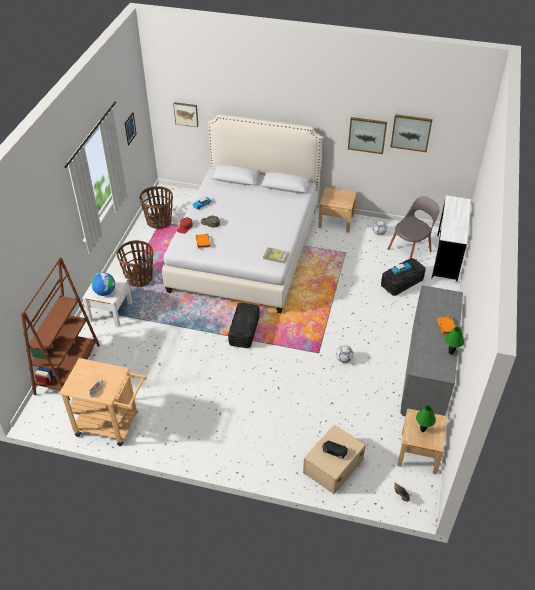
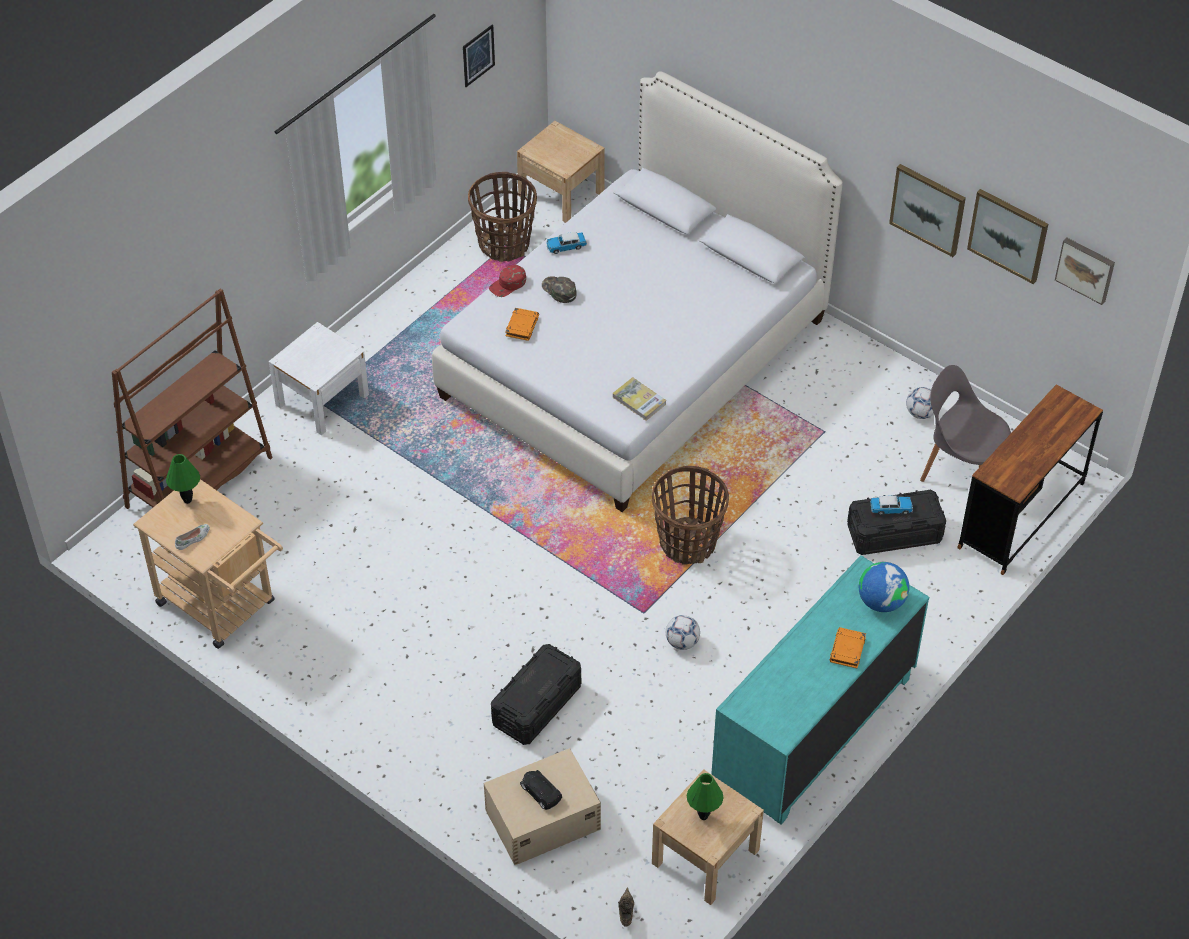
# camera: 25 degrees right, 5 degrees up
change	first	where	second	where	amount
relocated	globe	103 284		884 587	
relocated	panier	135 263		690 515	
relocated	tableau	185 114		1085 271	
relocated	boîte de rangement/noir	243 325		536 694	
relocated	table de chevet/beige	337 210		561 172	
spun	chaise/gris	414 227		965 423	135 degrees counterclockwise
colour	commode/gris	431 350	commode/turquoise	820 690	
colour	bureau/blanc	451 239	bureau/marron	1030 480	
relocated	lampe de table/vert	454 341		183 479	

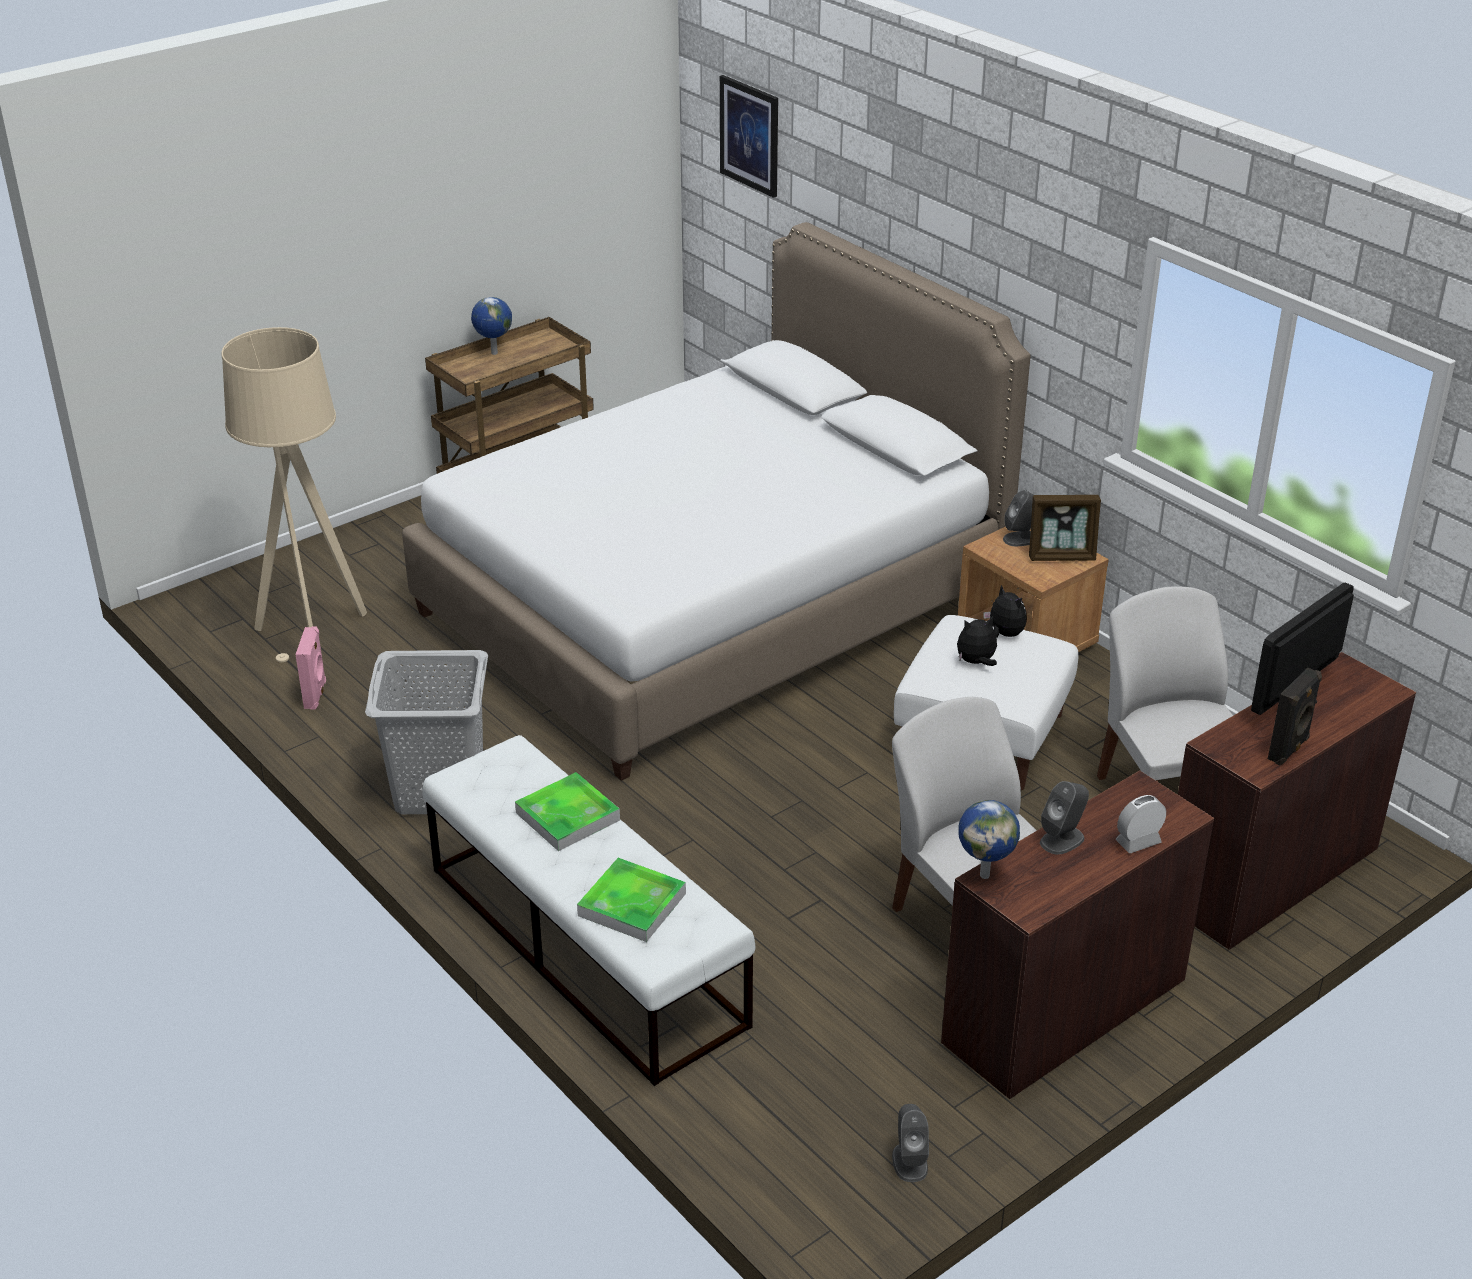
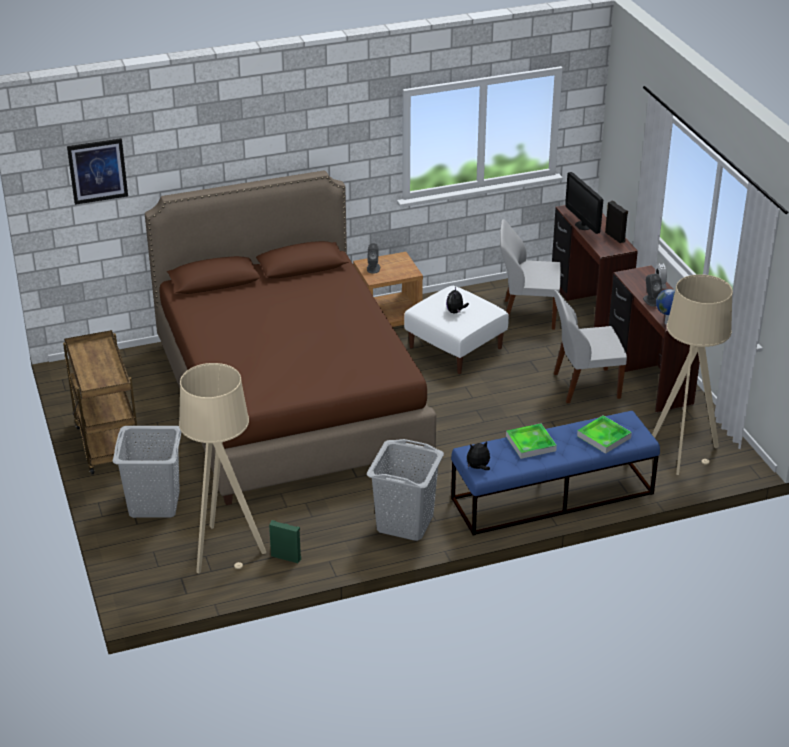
# camera: 70 degrees left, 0 degrees up
change	first	where	second	where	amount
colour	enceinte/rose	310 668	enceinte/vert	285 541	
colour	lit/blanc	716 501	lit/marron	290 337	
colour	banc/blanc	589 910	banc/bleu	555 473	
missing	globe	491 326			
missing	enceinte/gris	910 1143			
relocated	peluche	1005 611		478 455	
missing	cadre photo	1065 528			
appeared			panier à linge/gris	147 472	
appeared			lampadaire/beige	692 374	

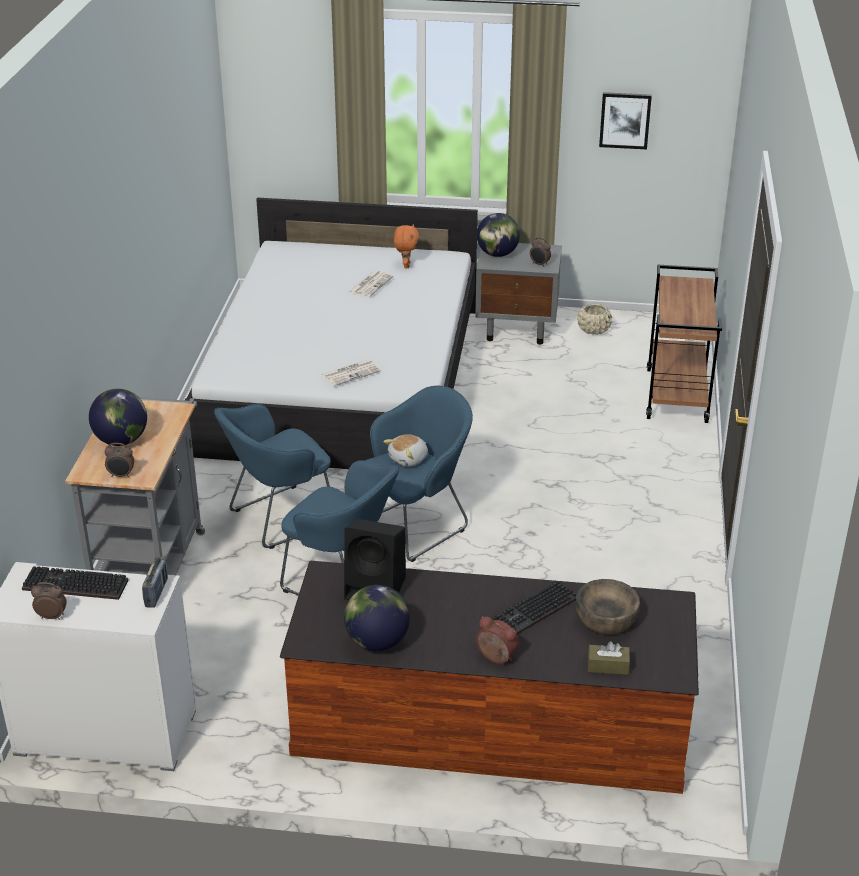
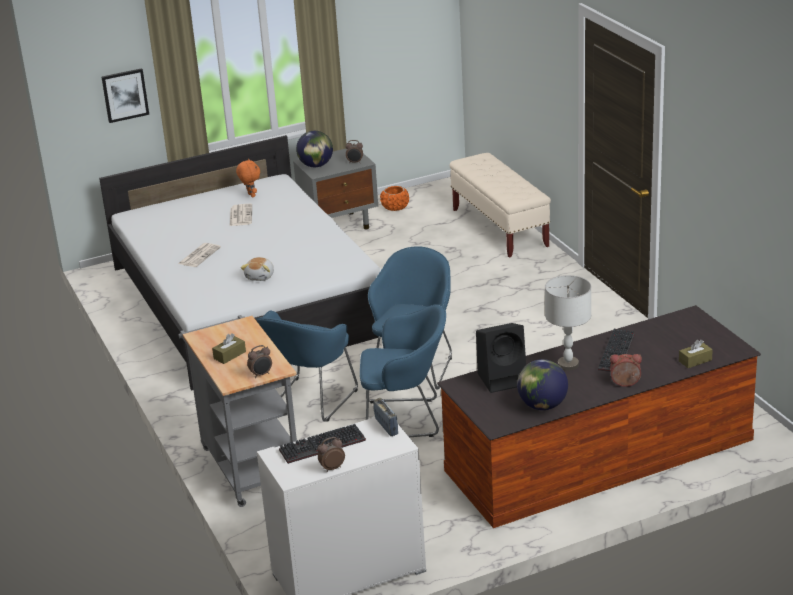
# camera: 30 degrees left, 5 degrees down
change	first	where	second	where	amount
exchanged	globe	118 417	boîte à mouchoirs/marron	229 348	
relocated	journal	351 372		199 255	
relocated	peluche	405 450		257 269	
missing	bol/marron	608 607			
colour	cache-pot/beige	594 319	cache-pot/orange	394 198	
relocated	tableau	625 120		125 95	
exchanged	chariot/marron	684 344	banc/beige	500 205	
appeared			lampe de table/gris	568 323	

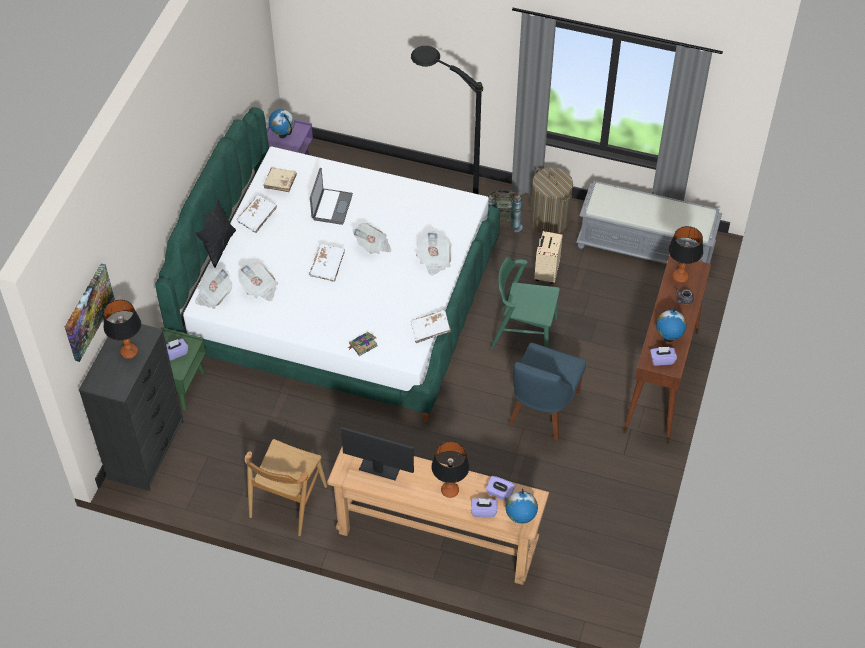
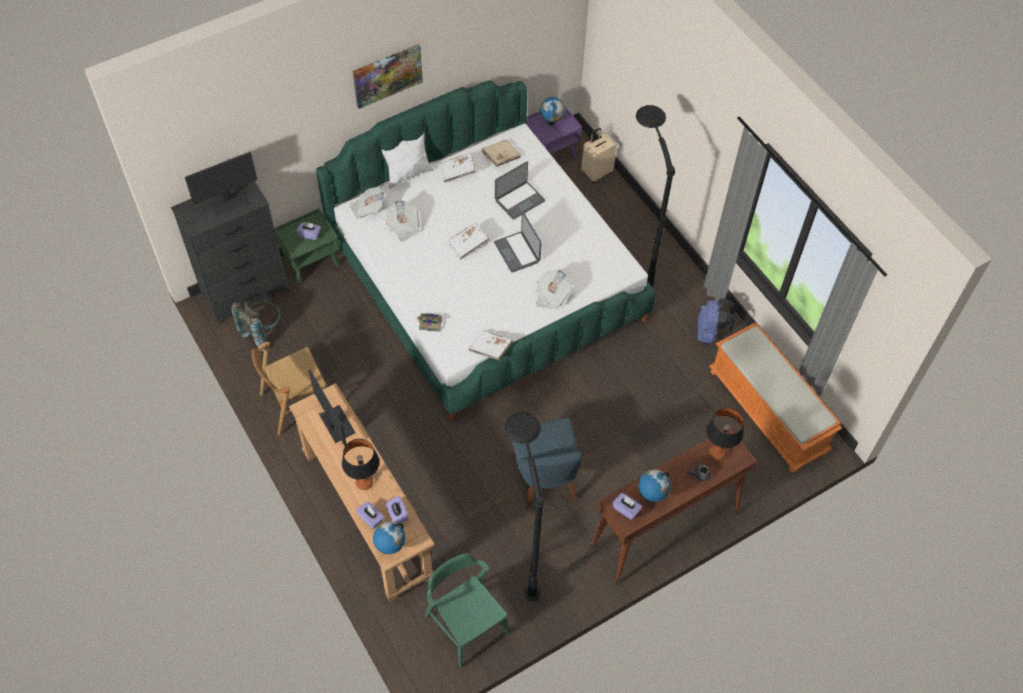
# camera: 40 degrees right, 5 degrees up
change	first	where	second	where	amount
relocated	tableau	90 312		388 76	
exchanged	lampe de table	122 329	écran d'ordinateur	221 185	
colour	coussin/noir	215 233	coussin/blanc	407 161	
exchanged	journal	372 238	ordinateur portable	518 242	
relocated	sac à dos/gris	505 211		256 326	
relocated	chaise/vert	525 303		467 610	
spun	chaise/bleu	547 391		547 463	75 degrees counterclockwise
exchanged	panier à linge	551 200	sac à dos/bleu	716 320	
relocated	valise/beige	548 256		599 155	
colour	banc/gris	649 222	banc/orange	775 398	
appeared			lampadaire/noir	525 506	

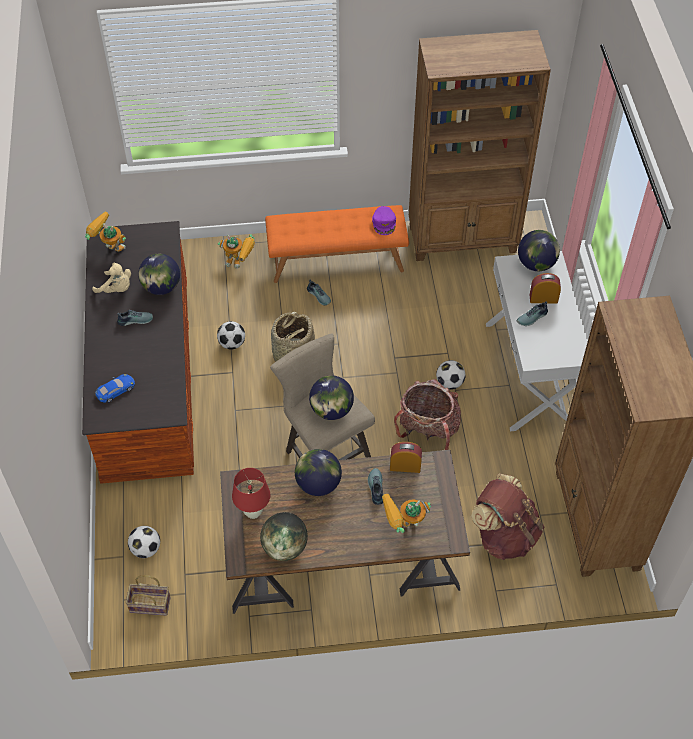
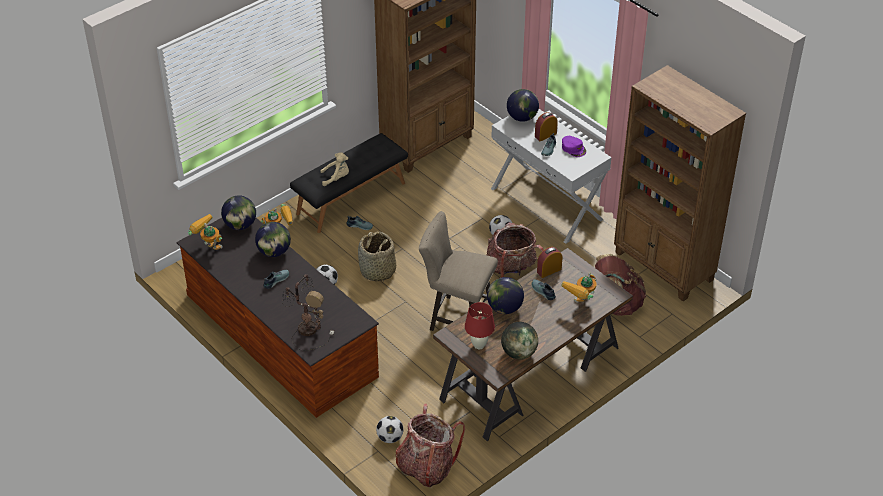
# camera: 35 degrees left, 10 degrees down
change	first	where	second	where	amount
spun	robot jouet	105 232		205 232	45 degrees clockwise
relocated	peluche/beige	111 277		334 169	
exchanged	petite voiture/bleu	115 388	lampe de table	308 312	
exchanged	panier	148 595	sac à dos	430 445	
colour	banc/orange	337 244	banc/noir	349 183	
relocated	globe	331 397		238 212	
relocated	casquette/violet	384 220		574 146	

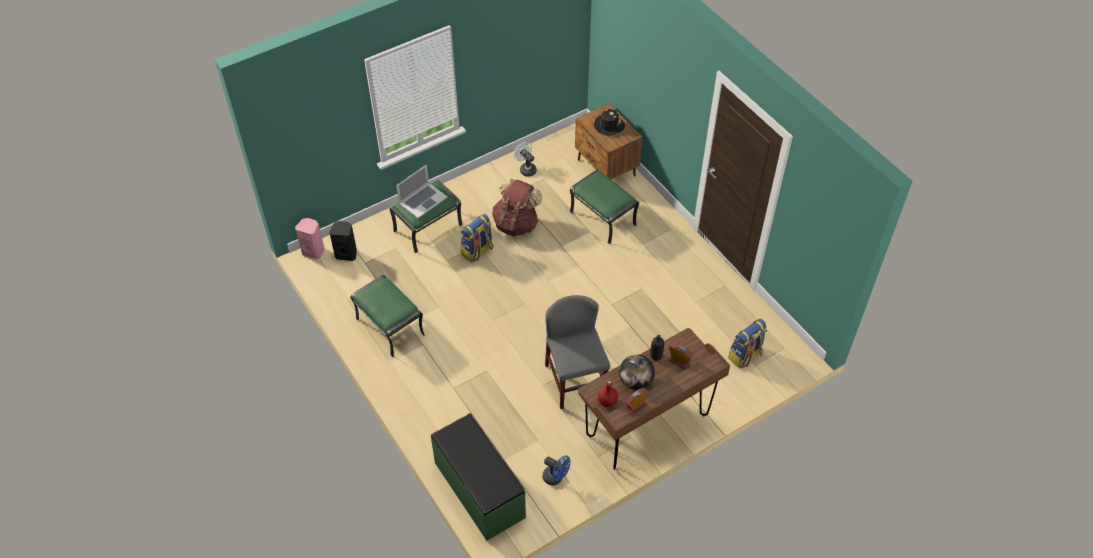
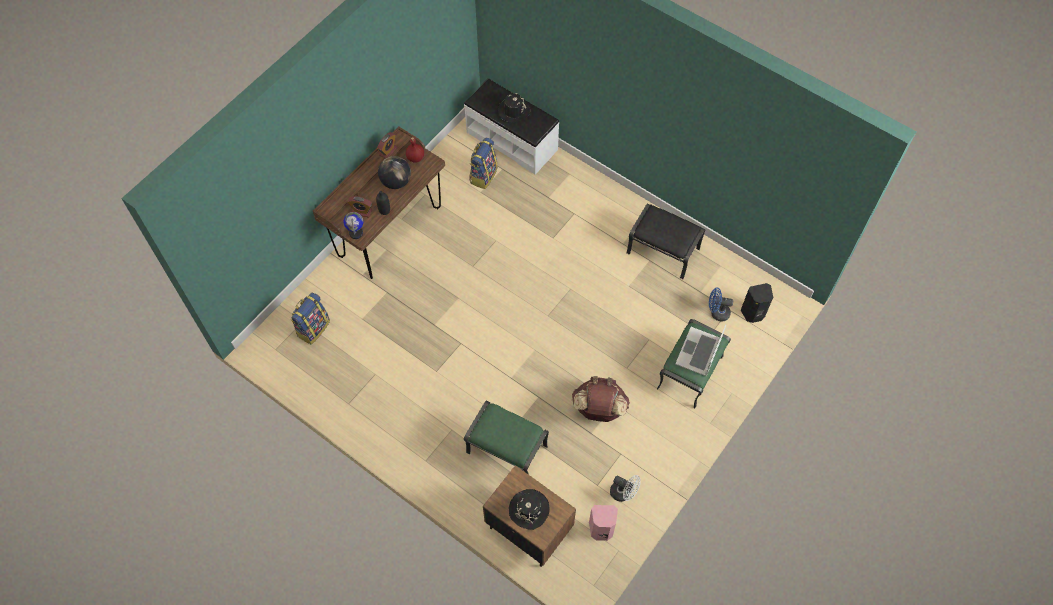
# camera: 160 degrees right, 10 degrees up
change	first	where	second	where	amount
relocated	enceinte/rose	310 238		603 523	
colour	pouf/vert	387 316	pouf/noir	666 241	
colour	banc/vert	478 477	banc/blanc	511 126	
relocated	sac à dos	477 238		483 163	
relocated	ventilateur/bleu	556 470		721 304	
missing	chaise/gris	577 352			
appeared			globe	353 225	
appeared			chapeau/noir	514 108	

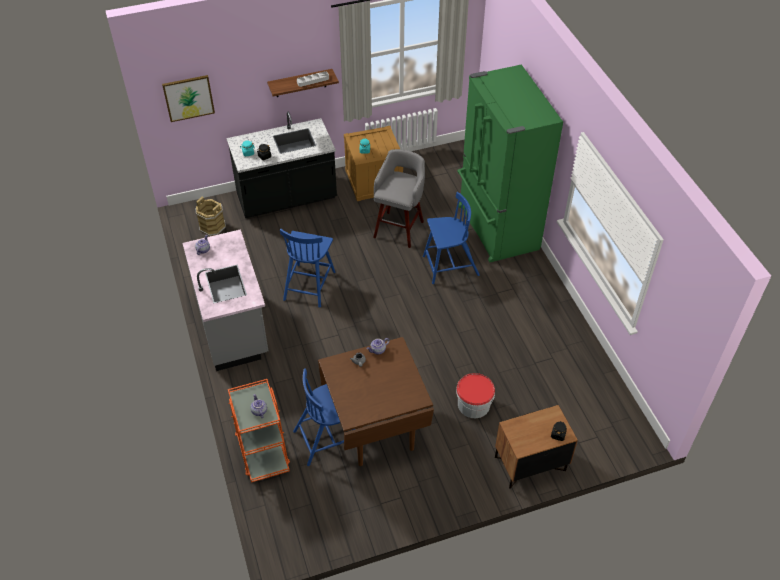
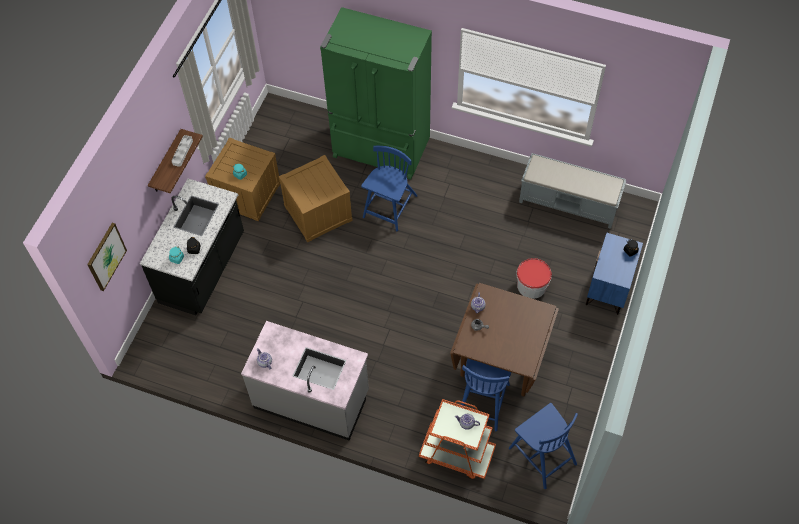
# camera: 50 degrees left, 10 degrees up
change	first	where	second	where	amount
missing	seau/marron	210 216			
relocated	chaise/bleu	307 268		543 446	
exchanged	tabouret/gris	399 198	caisse	316 199	
colour	table de chevet/marron	536 446	table de chevet/bleu	614 274	
appeared			banc/gris	572 191	

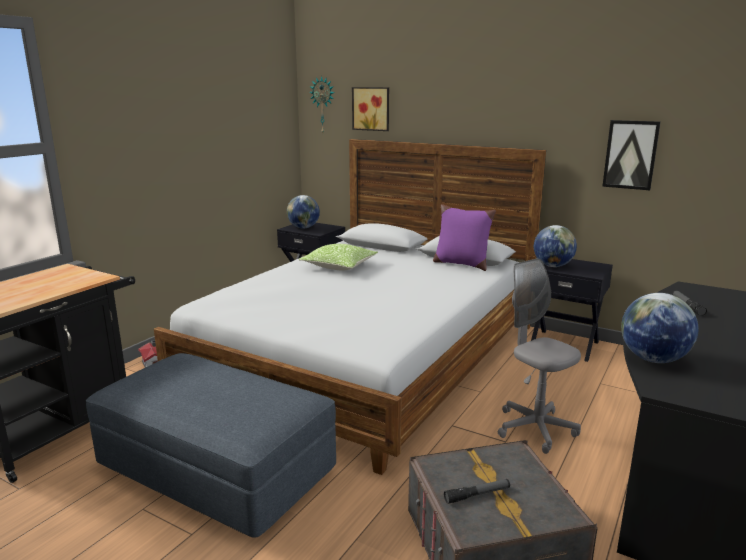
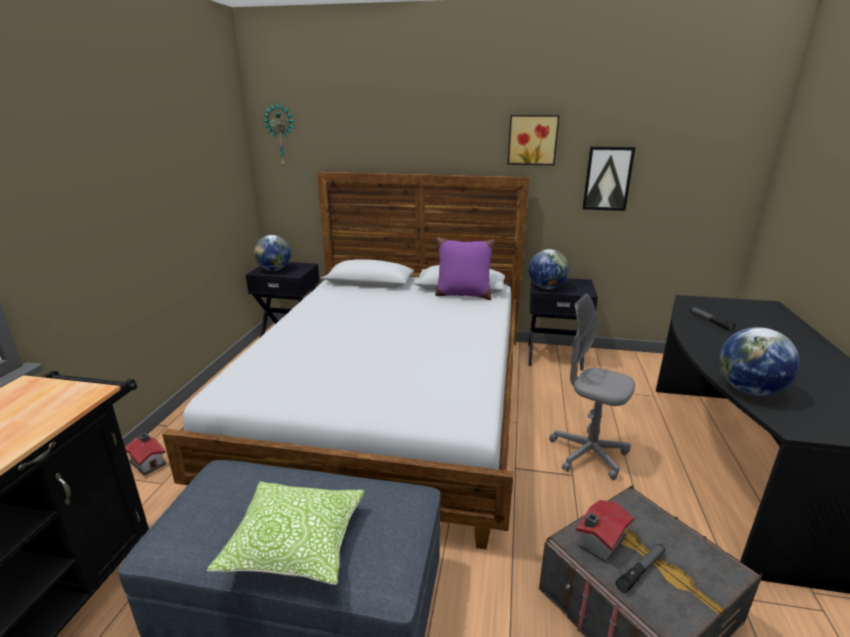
# camera: 20 degrees left, 5 degrees up
change	first	where	second	where	amount
relocated	coussin	338 257		285 533	
relocated	tableau	370 109		533 140	
appeared			maison miniature	605 531	

